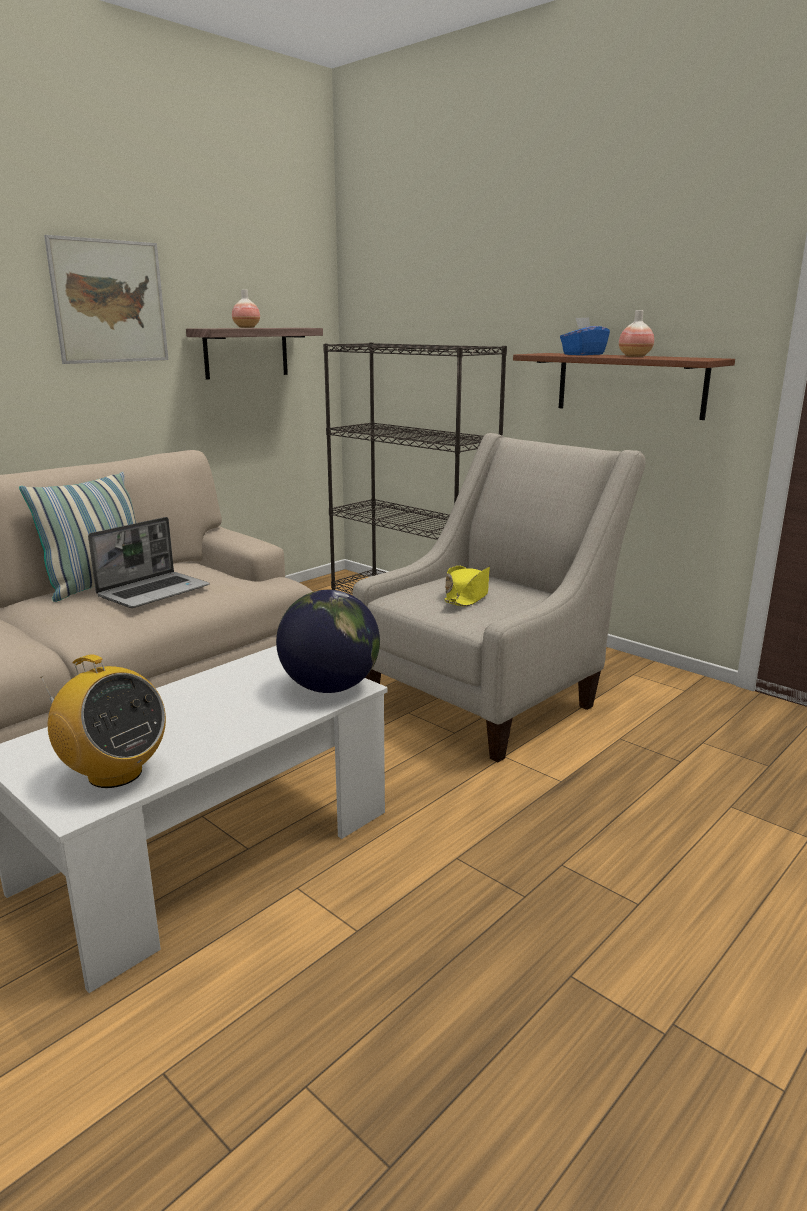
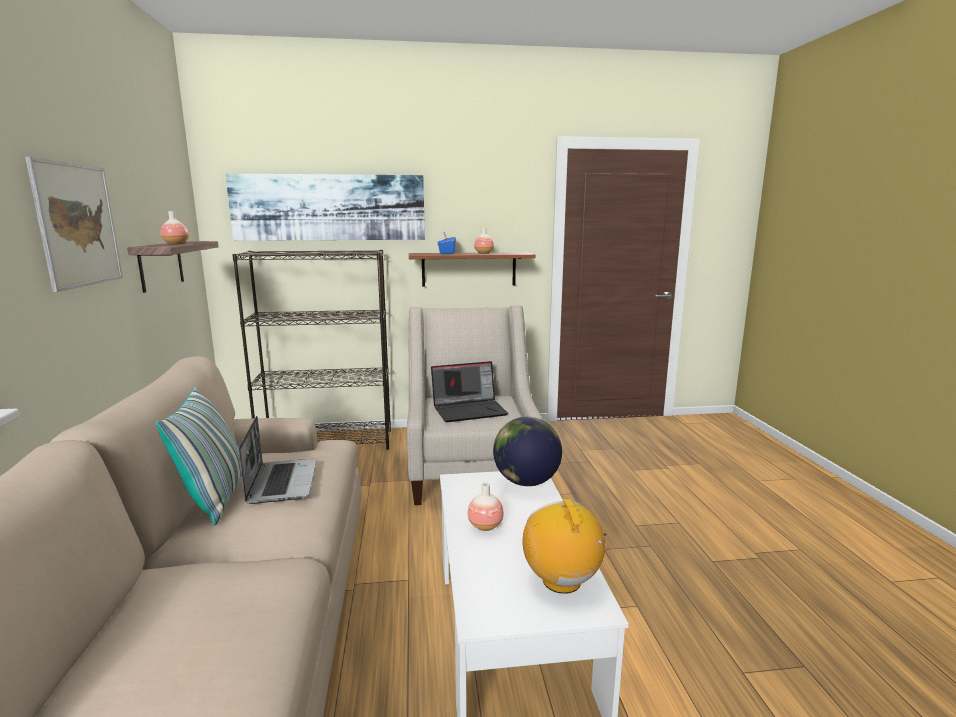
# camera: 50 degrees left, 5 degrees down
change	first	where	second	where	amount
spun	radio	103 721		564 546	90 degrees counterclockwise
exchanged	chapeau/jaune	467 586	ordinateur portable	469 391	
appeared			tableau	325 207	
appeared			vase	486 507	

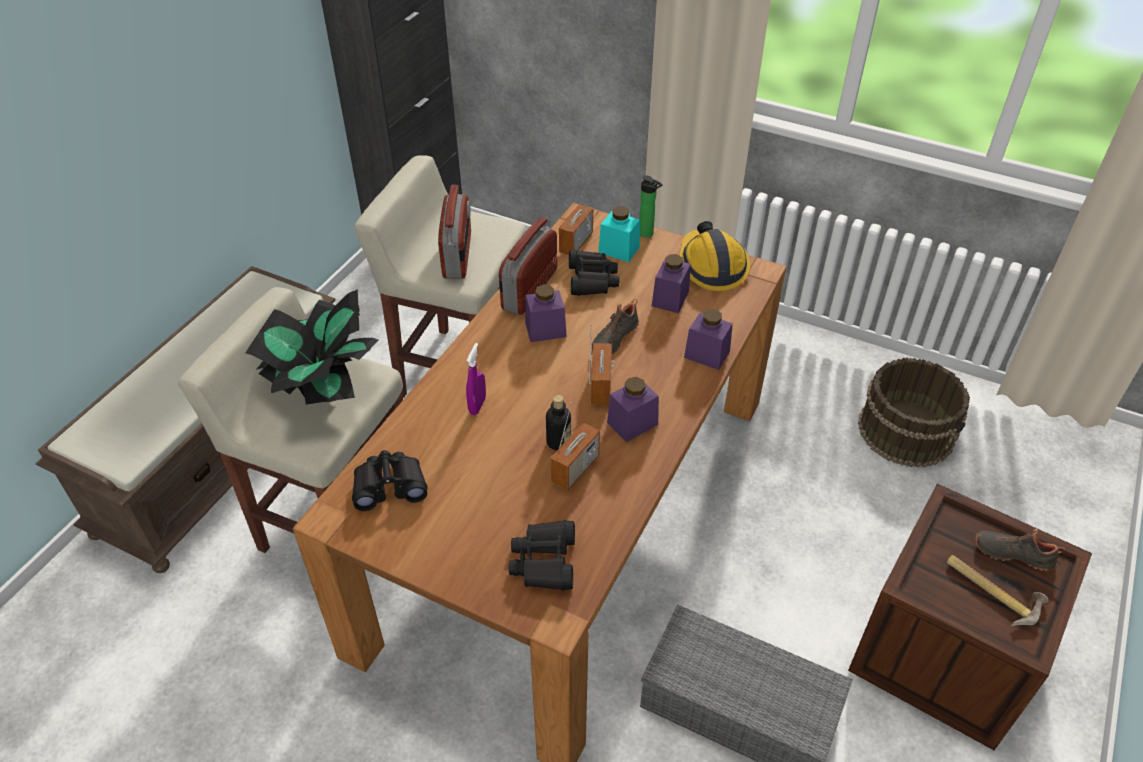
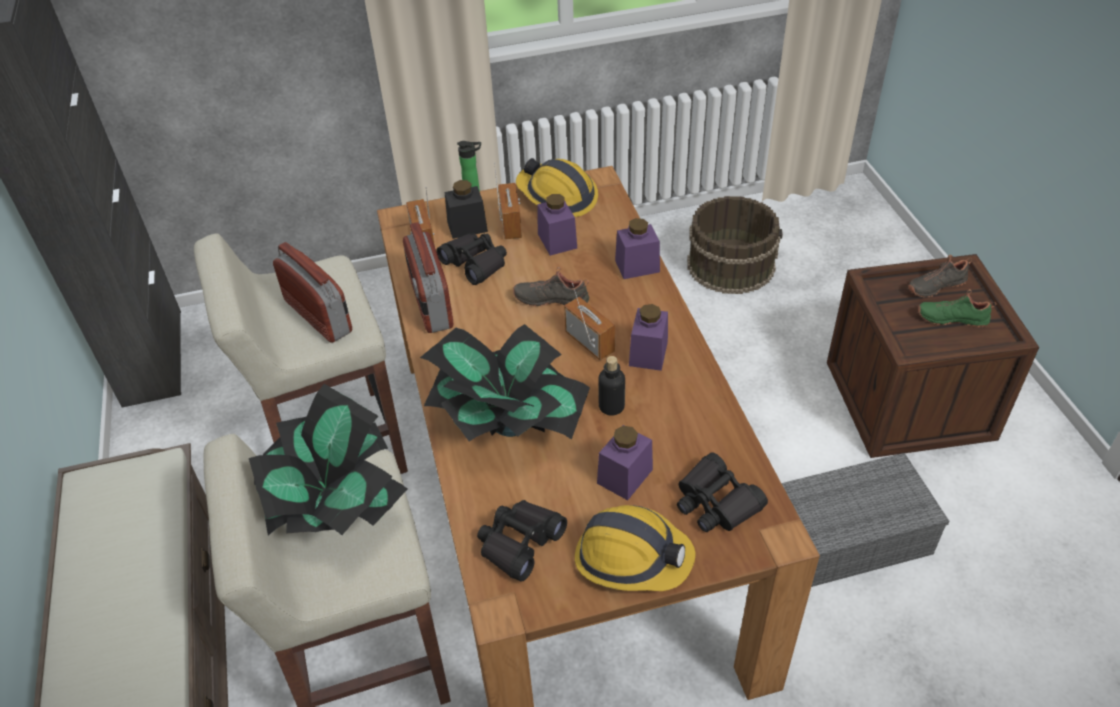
# camera: 40 degrees left, 0 degrees up
change	first	where	second	where	amount
exchanged	vaporisateur/violet	476 379	plante en pot	505 382	
relocated	bocal/violet	546 313		625 462	
relocated	radio	575 446		508 201	
spun	chaussure/noir	615 326		551 287	105 degrees clockwise
colour	bocal/turquoise	619 234	bocal/noir	466 209	
exchanged	marteau	997 591	chaussure/vert	957 308	
appeared			casque de chantier	635 548	

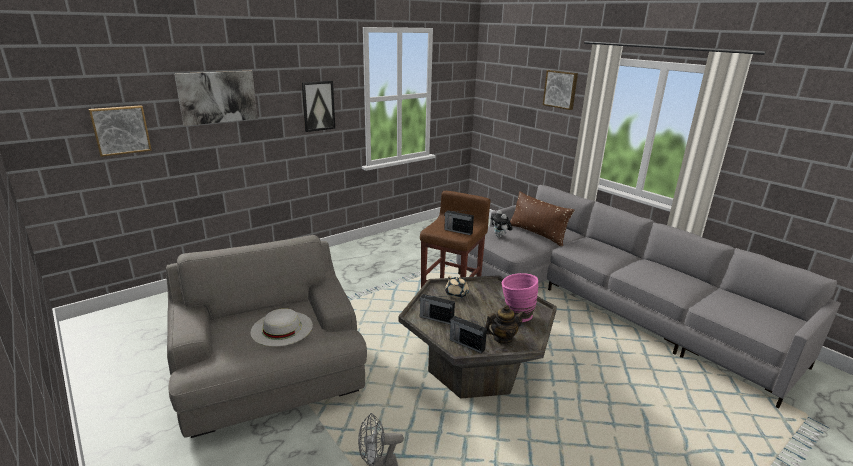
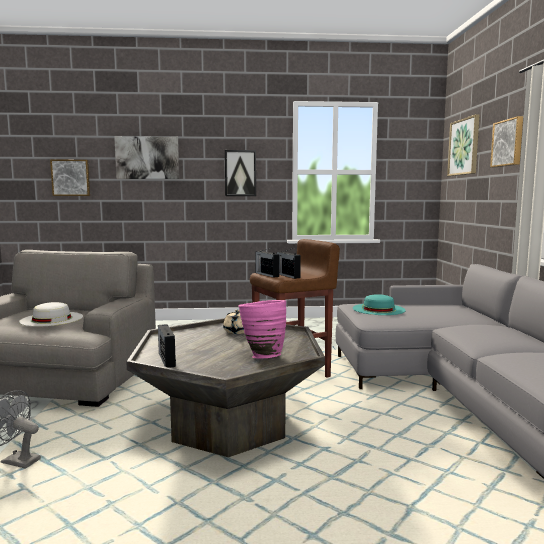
# camera: 35 degrees right, 15 degrees down
change	first	where	second	where	amount
relocated	radio	437 309		267 263	
missing	théière	505 324			
exchanged	peluche	501 224	chapeau/turquoise	379 304	
missing	coussin/marron	542 219			
appeared			tableau	463 145	

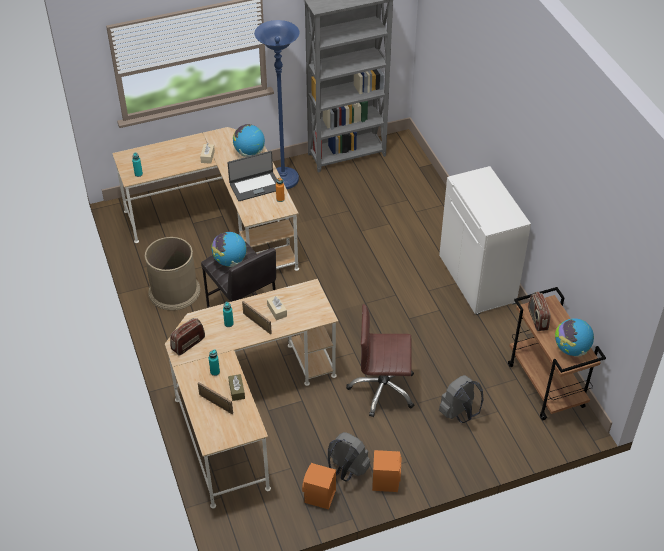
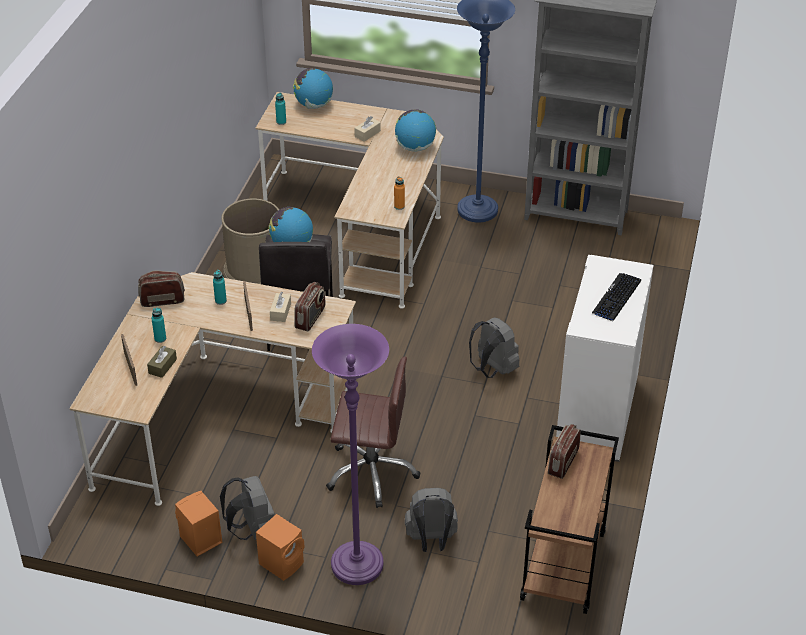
# camera: 35 degrees right, 5 degrees down
change	first	where	second	where	amount
missing	ordinateur portable	252 176			
spun	chaise de bureau/marron	380 360		373 432	150 degrees clockwise
relocated	globe	574 337		313 88	
appeared			radio	309 306	
appeared			lampadaire/violet	350 454	
appeared			sac à dos/gris	494 347	
appeared			clavier	616 297	

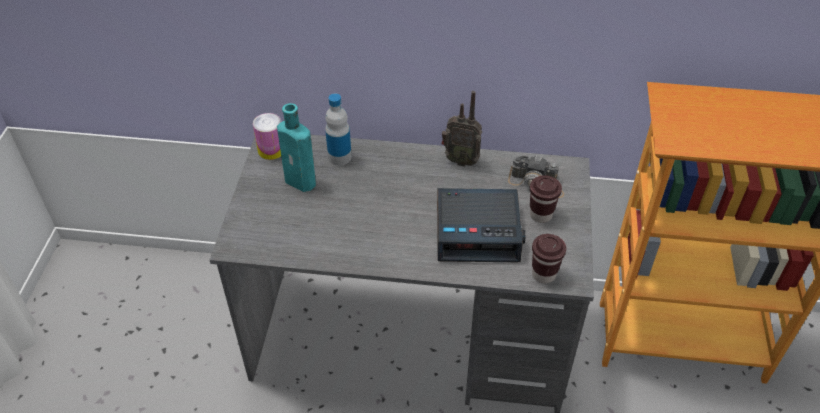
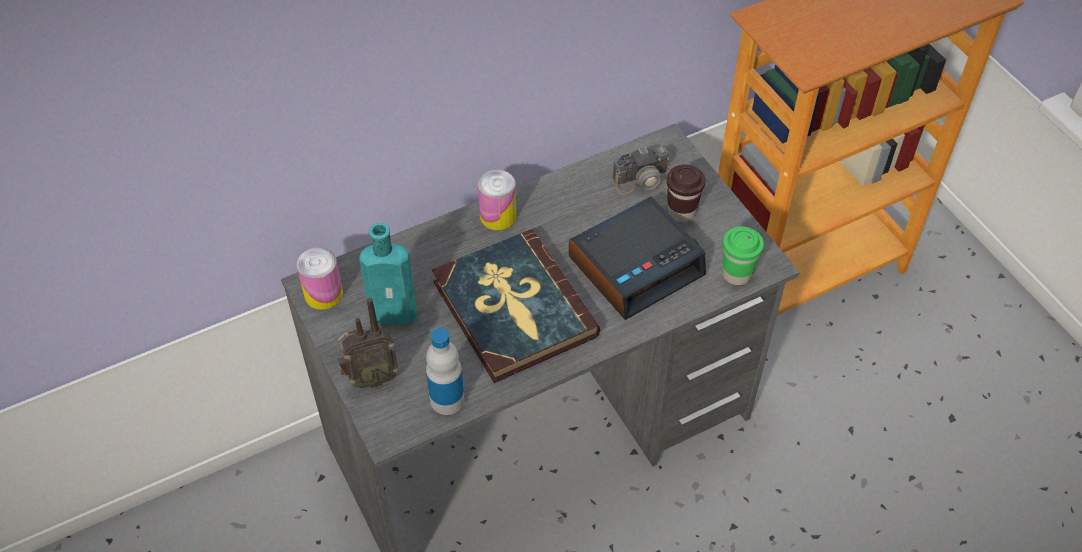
# camera: 35 degrees left, 5 degrees up
change	first	where	second	where	amount
relocated	bouteille	338 129		445 371	
relocated	radio	461 129		368 343	
colour	tasse/marron	549 258	tasse/vert	743 256	
appeared			livre	516 306	
appeared			boîte métallique	497 200	

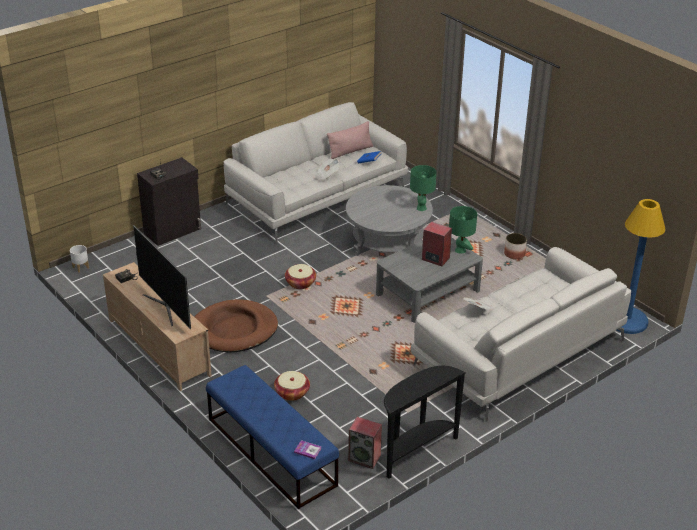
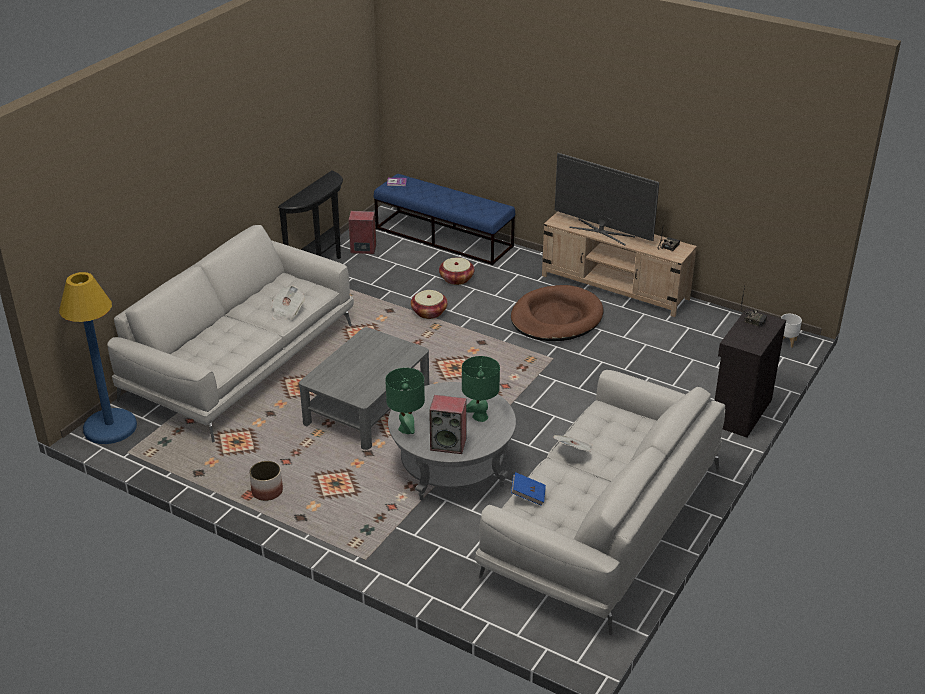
# camera: 160 degrees right, 0 degrees up
change	first	where	second	where	amount
relocated	panier	300 276		429 304	
missing	coussin/rose	350 140			
relocated	enceinte	437 243		448 424	
relocated	lampe de table/vert	463 230		481 389	

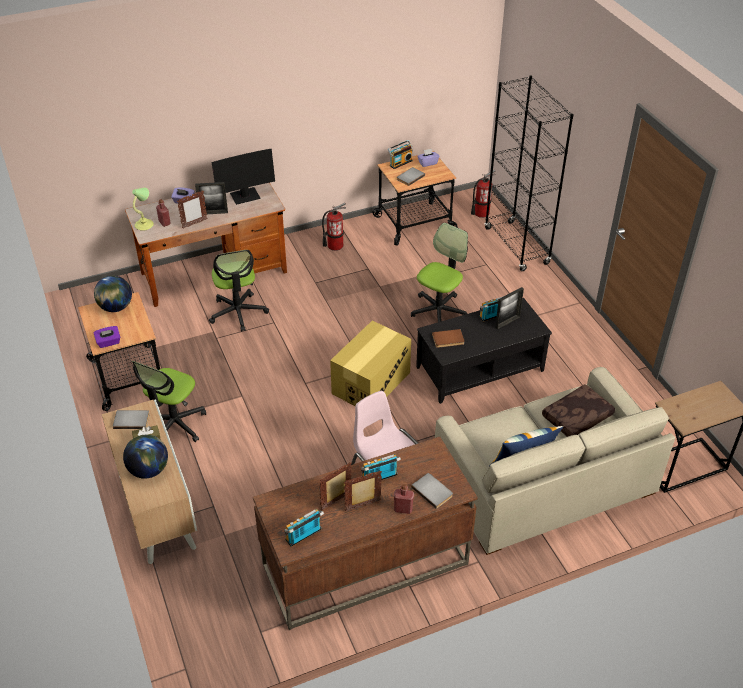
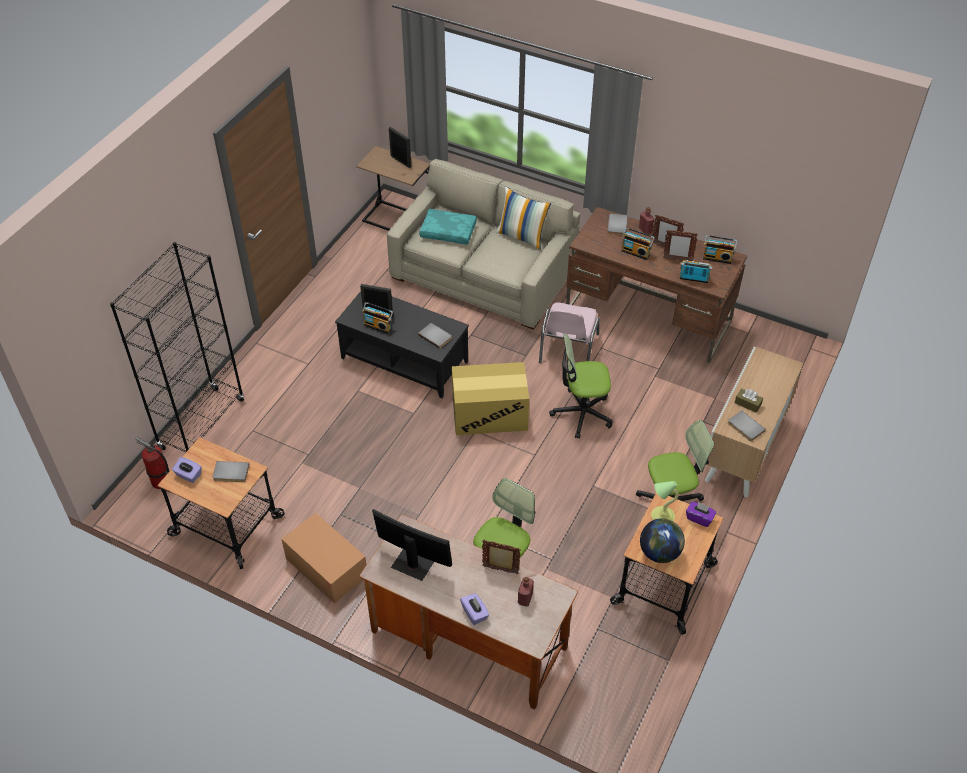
# camera: 130 degrees left, 5 degrees up
change	first	where	second	where	amount
missing	globe	145 457			
relocated	lampe de table	143 209		665 501	
relocated	cadre photo	211 198		400 147	
exchanged	extincteur	334 227	carton	324 558	
relocated	radio	400 154		696 271	
relocated	chaise de bureau	439 272		581 386	
colour	livre/marron	448 338	livre/gris	435 336	
colour	coussin/marron	578 410	coussin/turquoise	448 227	

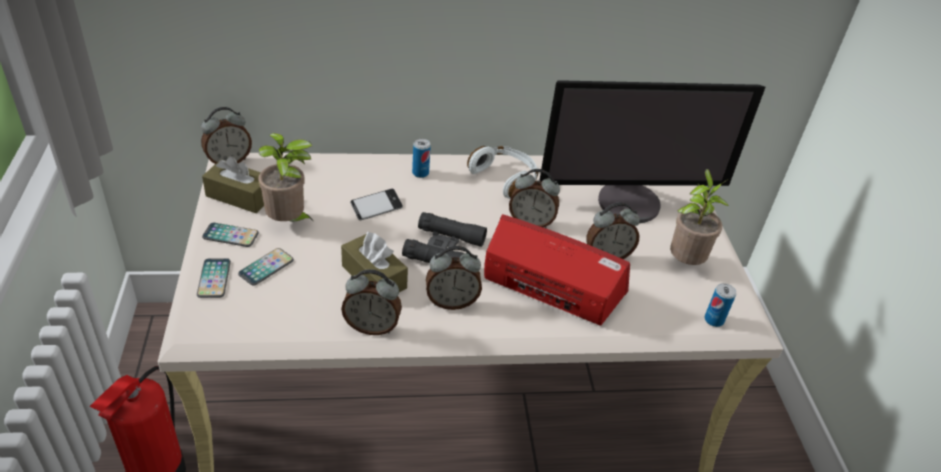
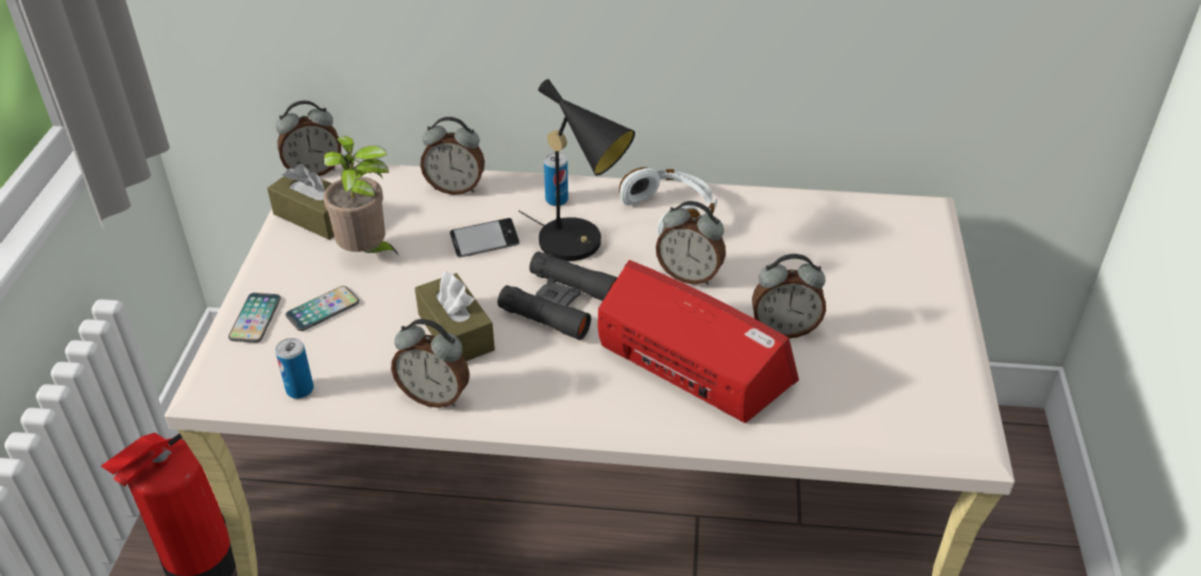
# camera: 15 degrees right, 0 degrees up
change	first	where	second	where	amount
missing	téléphone	230 235			
relocated	réveil	454 278		452 156	
missing	écran d'ordinateur	652 151			
missing	plante en pot	699 217			
relocated	boîte métallique	720 305		294 368	
appeared			lampe de table/noir	576 170	

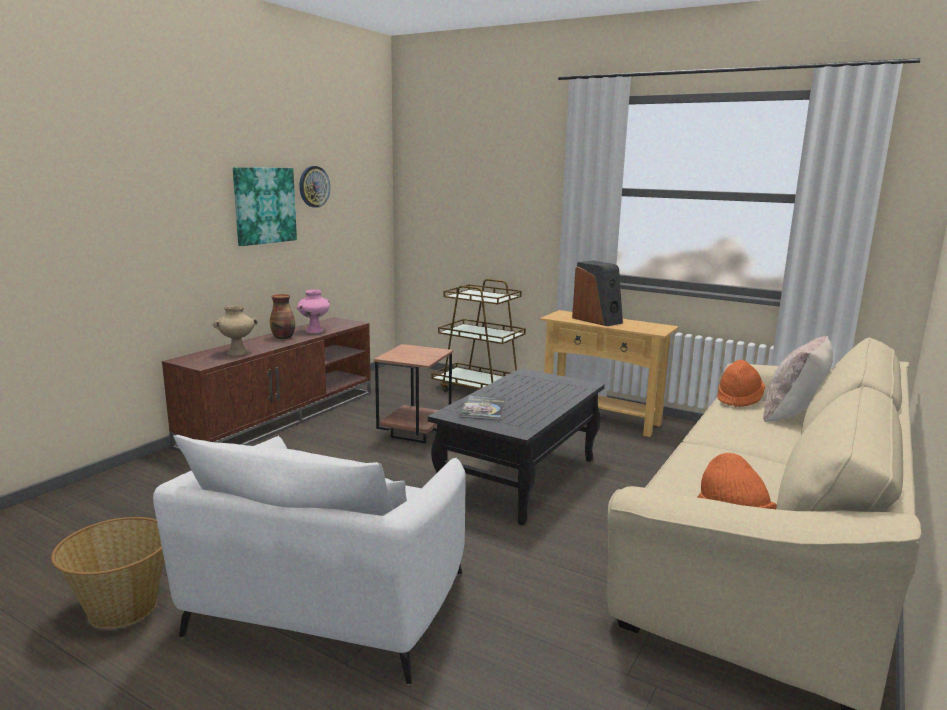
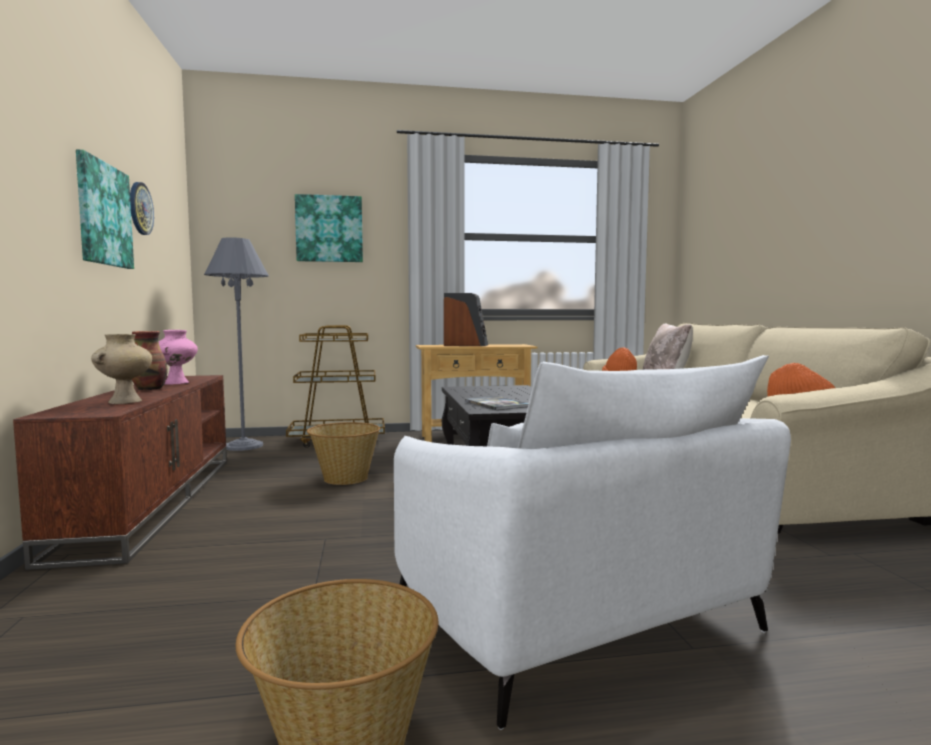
# camera: 40 degrees left, 10 degrees down
change	first	where	second	where	amount
exchanged	table d'appoint/marron	413 393	panier	343 453	
appeared			lampadaire/gris	236 344	
appeared			tableau	329 228	

